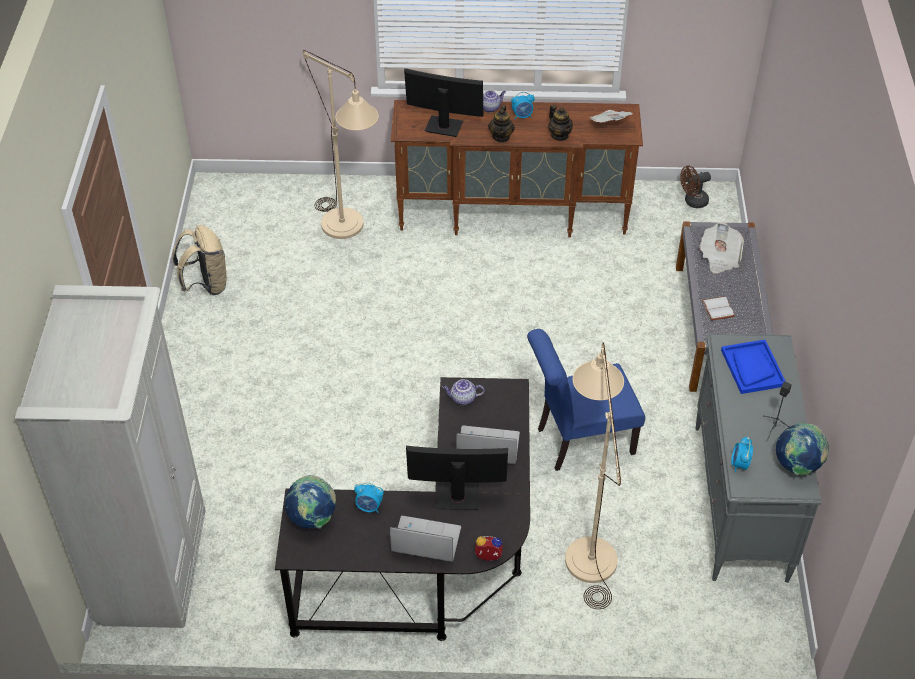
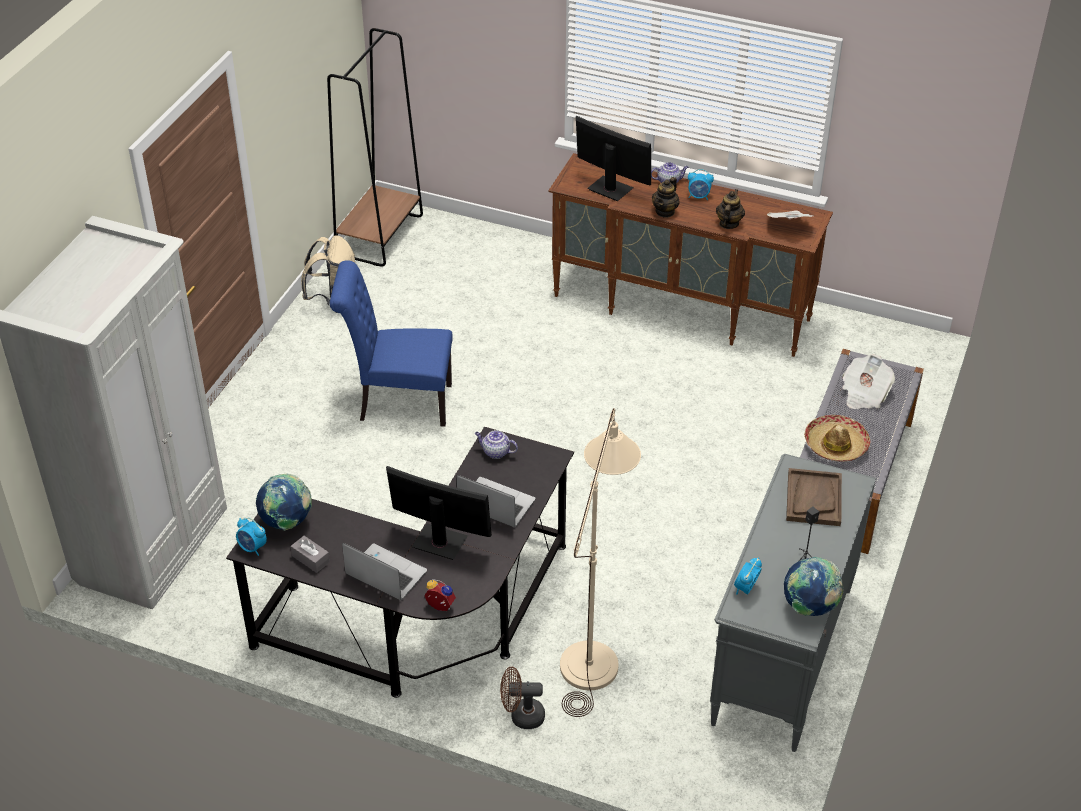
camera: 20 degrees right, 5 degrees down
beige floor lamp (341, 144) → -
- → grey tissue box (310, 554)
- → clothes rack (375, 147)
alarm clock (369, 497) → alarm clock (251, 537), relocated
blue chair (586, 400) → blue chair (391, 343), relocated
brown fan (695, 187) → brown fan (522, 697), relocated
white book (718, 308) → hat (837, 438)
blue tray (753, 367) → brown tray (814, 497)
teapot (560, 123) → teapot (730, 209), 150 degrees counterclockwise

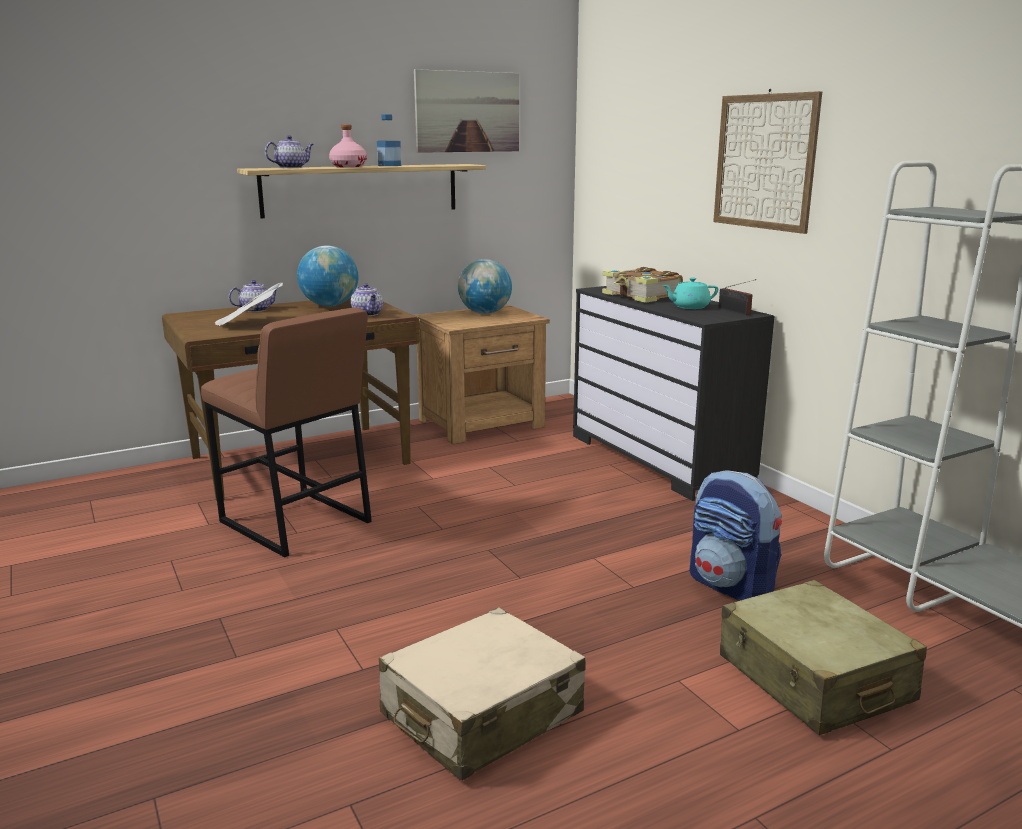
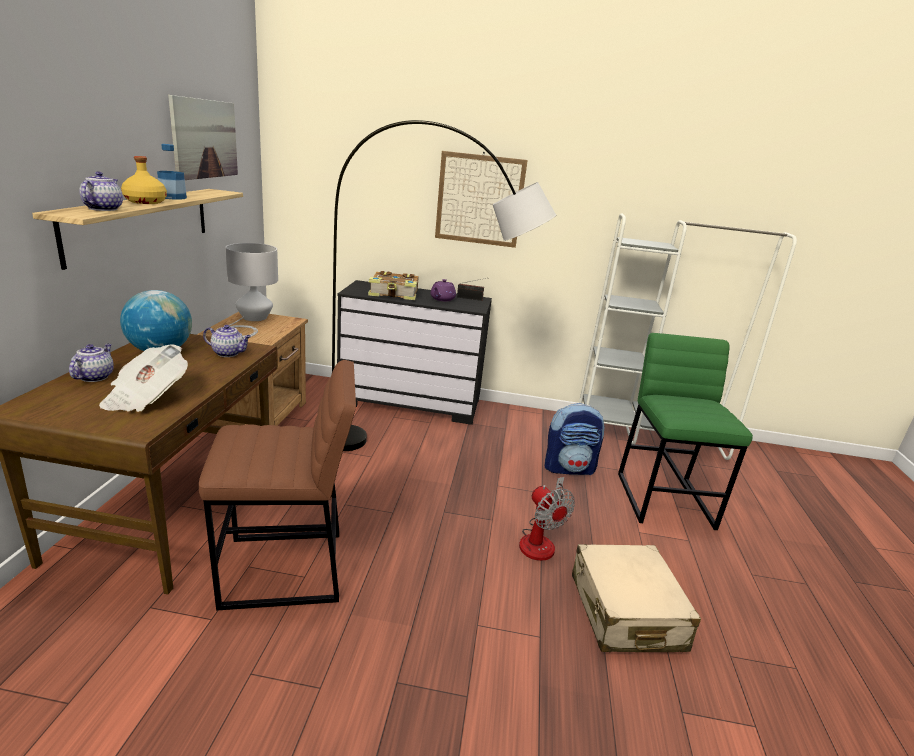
camera: 55 degrees left, 5 degrees up
- → grey floor lamp (444, 285)
- → fan (547, 519)
globe (485, 286) → white table lamp (251, 290)
beige suitcase (823, 657) → green stool (685, 431)
pink bottle (348, 146) → yellow bottle (144, 180)
turquoise teapot (690, 293) → purple teapot (443, 290)

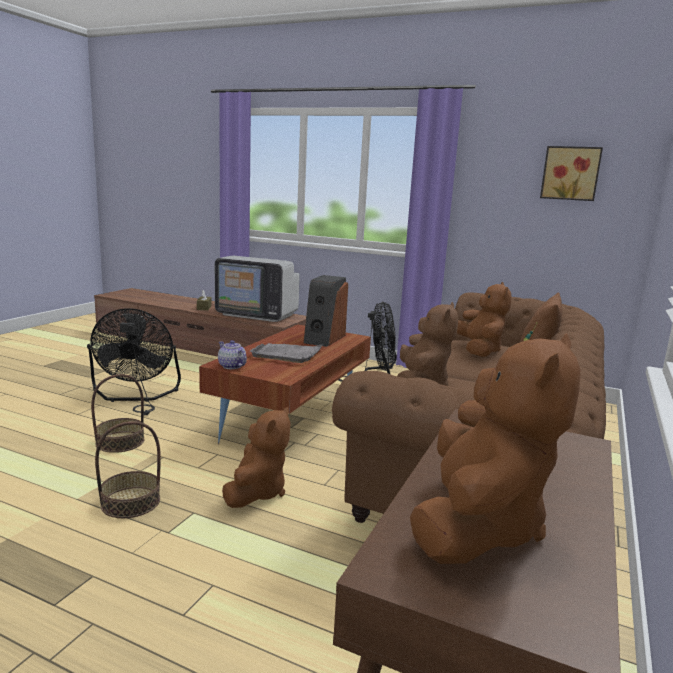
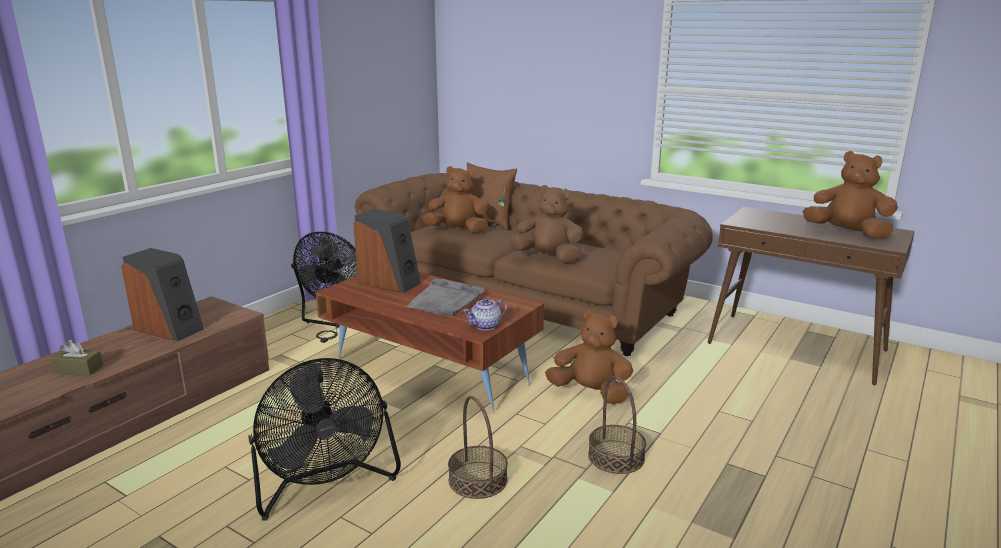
camera: 80 degrees left, 5 degrees up
picture (571, 173) → -
television (257, 289) → speaker (162, 294)
black fan (134, 361) → black fan (324, 439), 120 degrees counterclockwise

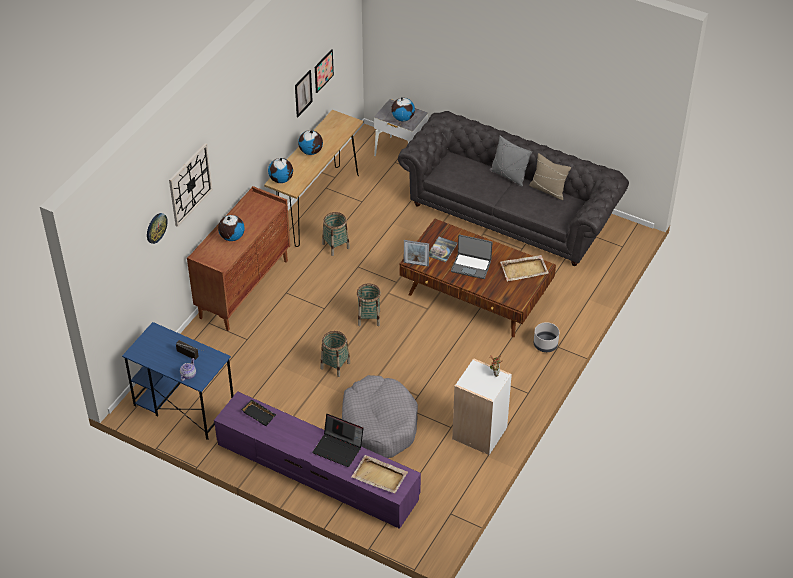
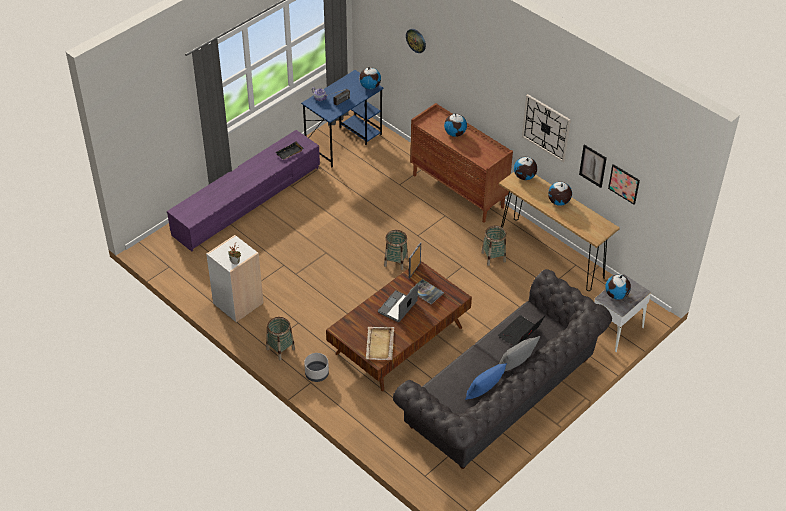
camera: 105 degrees right, 0 degrees up
grey dog bed (380, 416) → -
beige tray (379, 474) → -
- → globe (370, 78)
wall clock (191, 185) → wall clock (546, 128), relocated
laptop (337, 440) → laptop (521, 330), relocated
basket (335, 354) → basket (280, 338), relocated
beige pillow (550, 176) → blue pillow (486, 381)

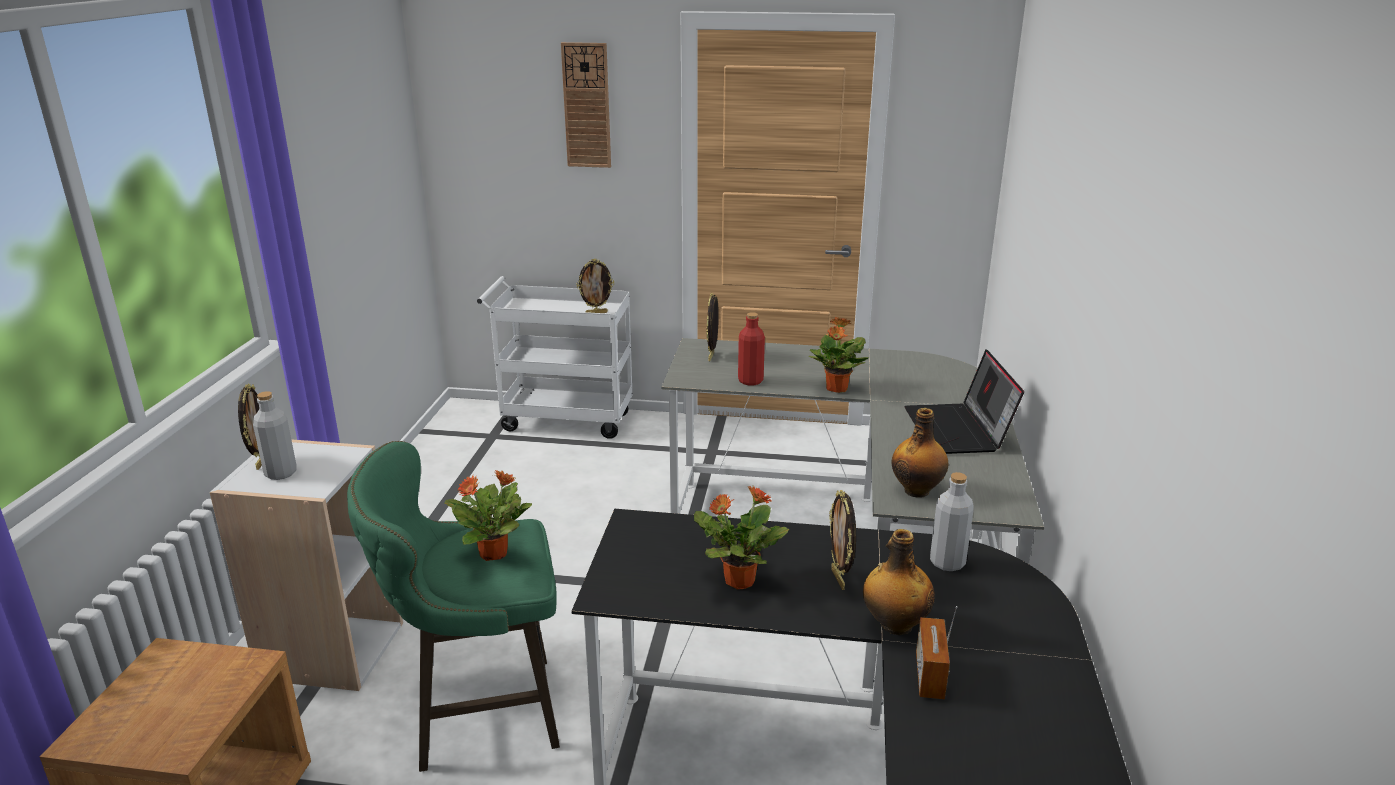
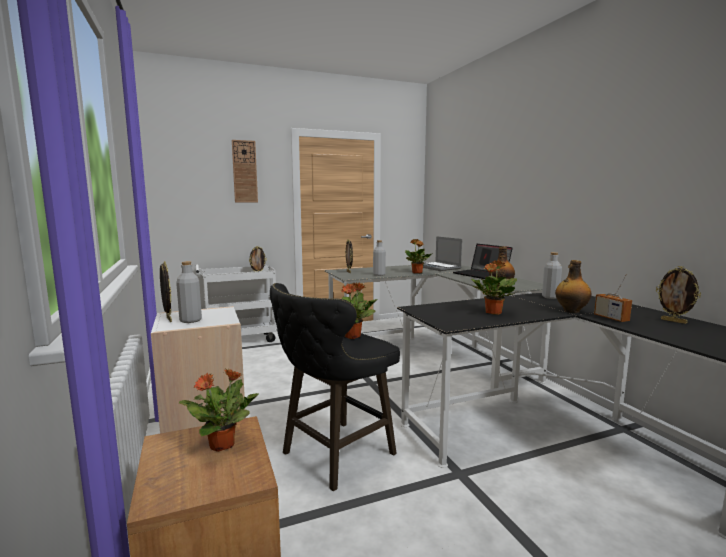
camera: 30 degrees left, 15 degrees down
- → potted plant (218, 410)
- → laptop (442, 253)
picture frame (842, 540) → picture frame (678, 295), relocated
green stool (453, 606) → black stool (335, 387)
red bottle (751, 349) → grey bottle (379, 258)

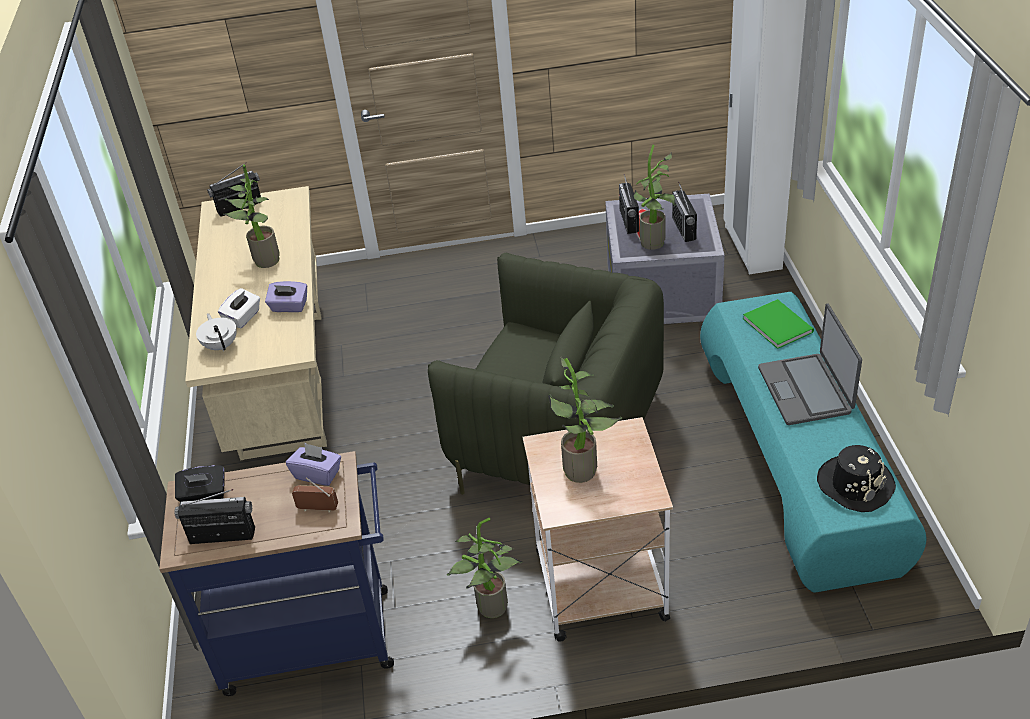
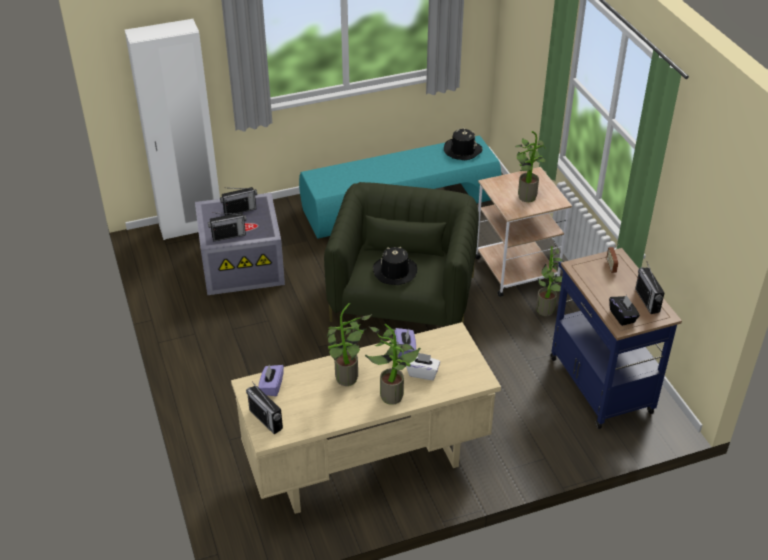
camera: 105 degrees left, 0 degrees up
white teapot (216, 332) → -
green book (778, 324) → -
laptop (810, 364) → -
- → black hat (395, 265)
purple tissue box (313, 464) → purple tissue box (271, 380), relocated
potted plant (655, 197) → potted plant (393, 364), relocated

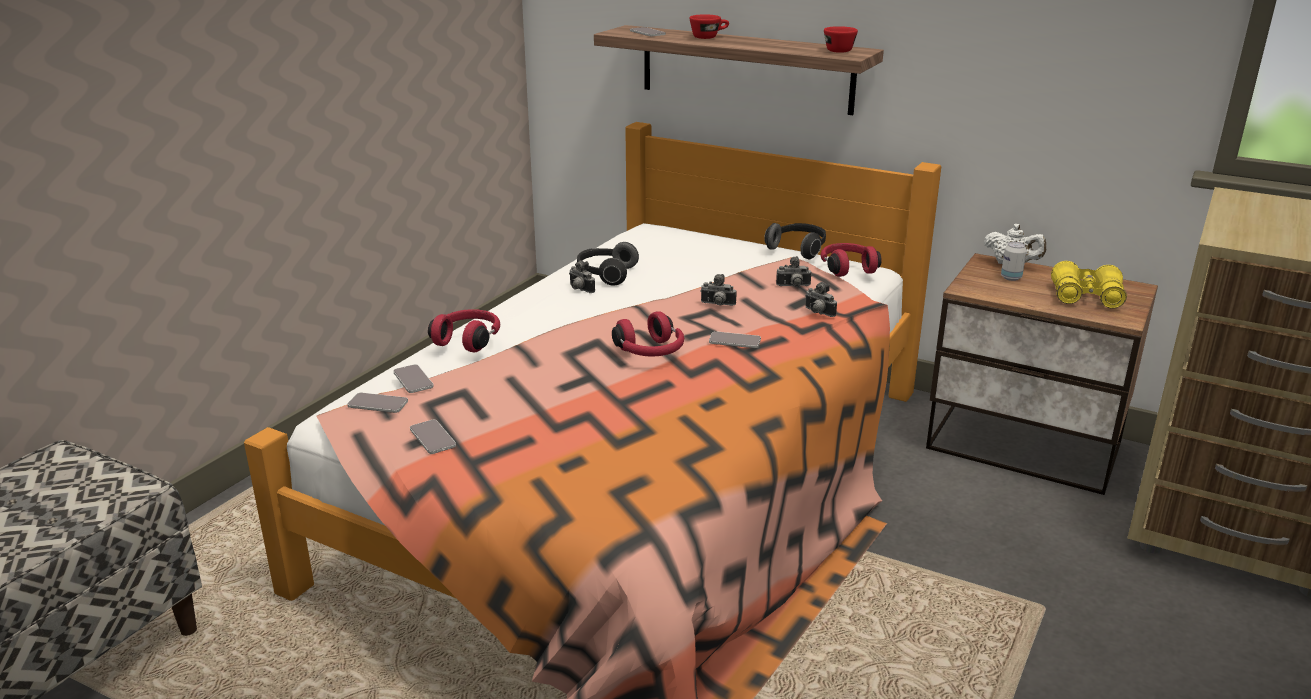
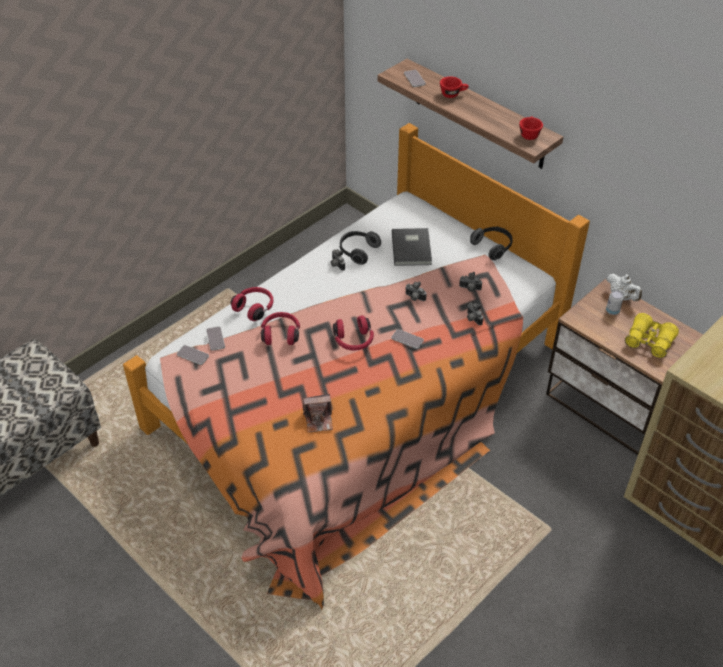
camera: 15 degrees right, 20 degrees up
phone (433, 437) → -
- → photo camera (318, 413)
- → grey book (412, 247)
red headphones (851, 260) → red headphones (280, 328), relocated

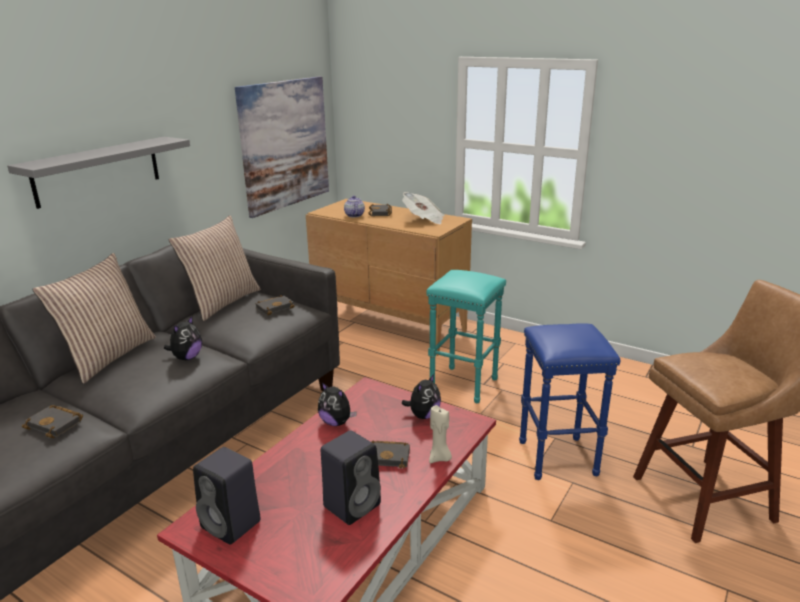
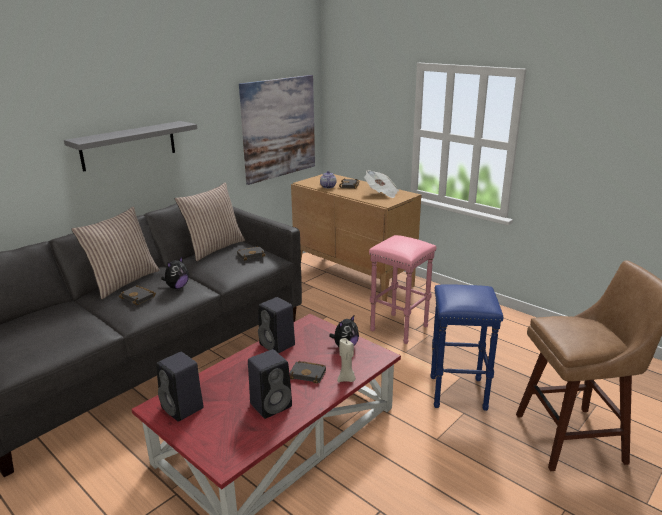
camera: 10 degrees right, 0 degrees up
black book (52, 421) → black book (137, 295), relocated
plush toy (337, 404) → black speaker (276, 325)
turquoise stool (466, 336) → pink stool (403, 289)

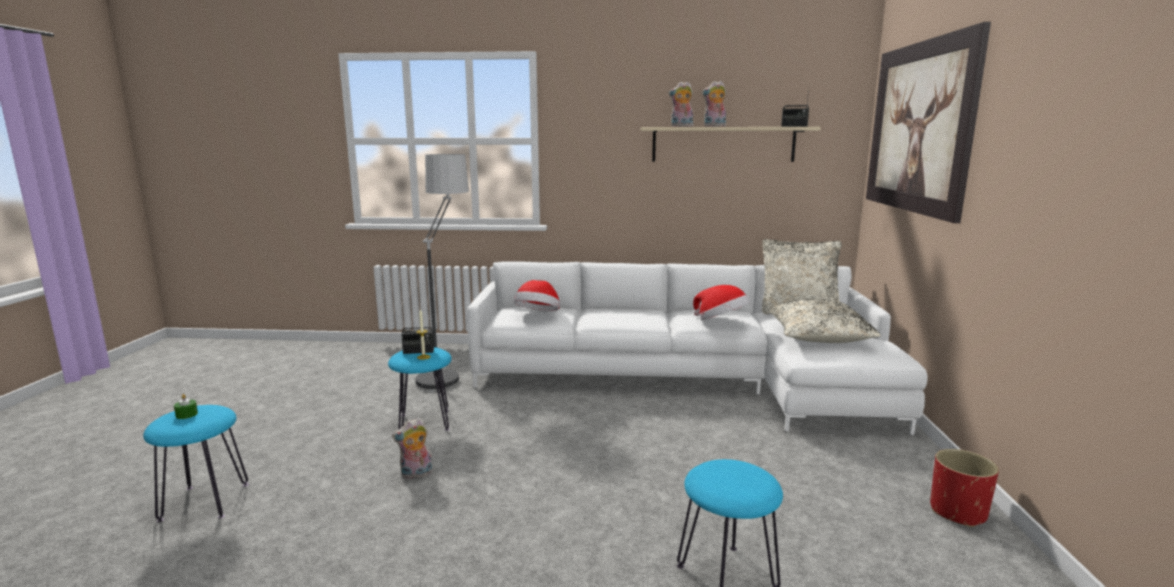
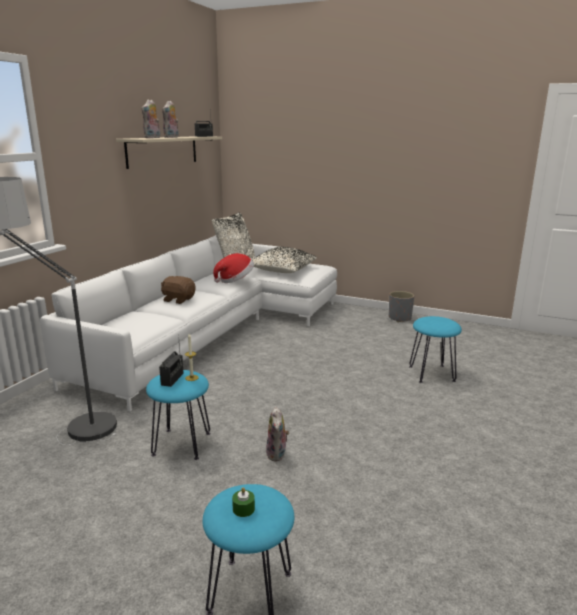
camera: 70 degrees left, 5 degrees up
hat (537, 295) → -
picture (928, 122) → -
- → brown plush toy (178, 290)
red planter (964, 488) → grey planter (401, 306)

